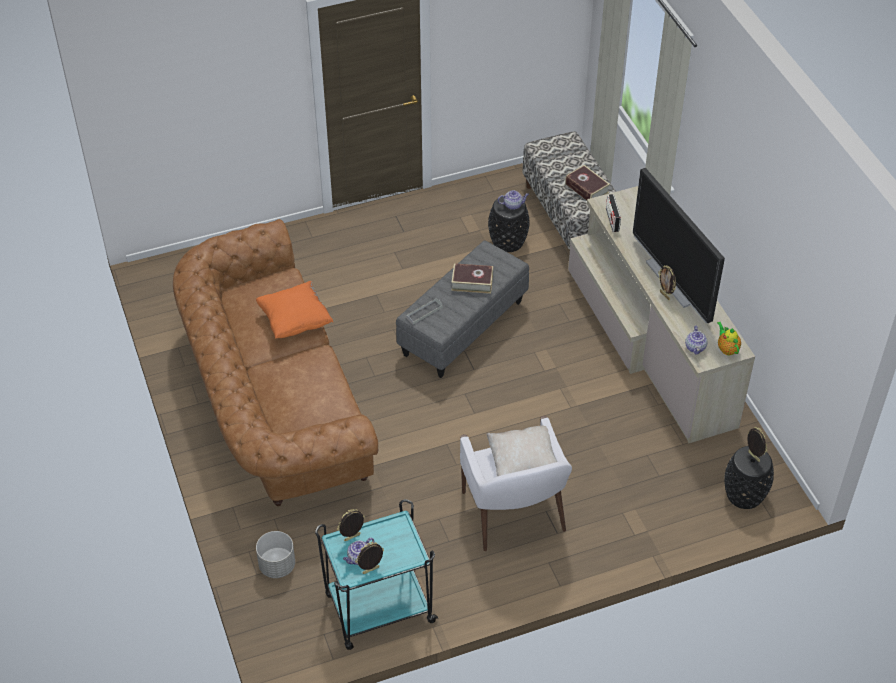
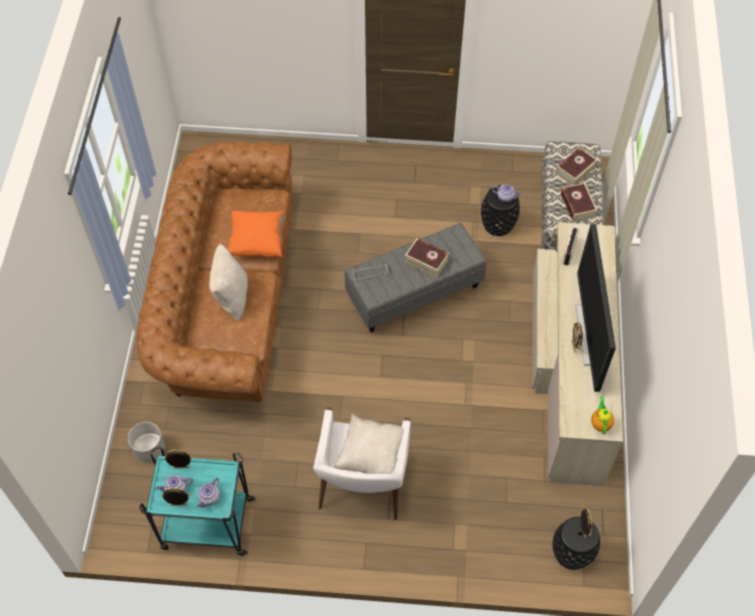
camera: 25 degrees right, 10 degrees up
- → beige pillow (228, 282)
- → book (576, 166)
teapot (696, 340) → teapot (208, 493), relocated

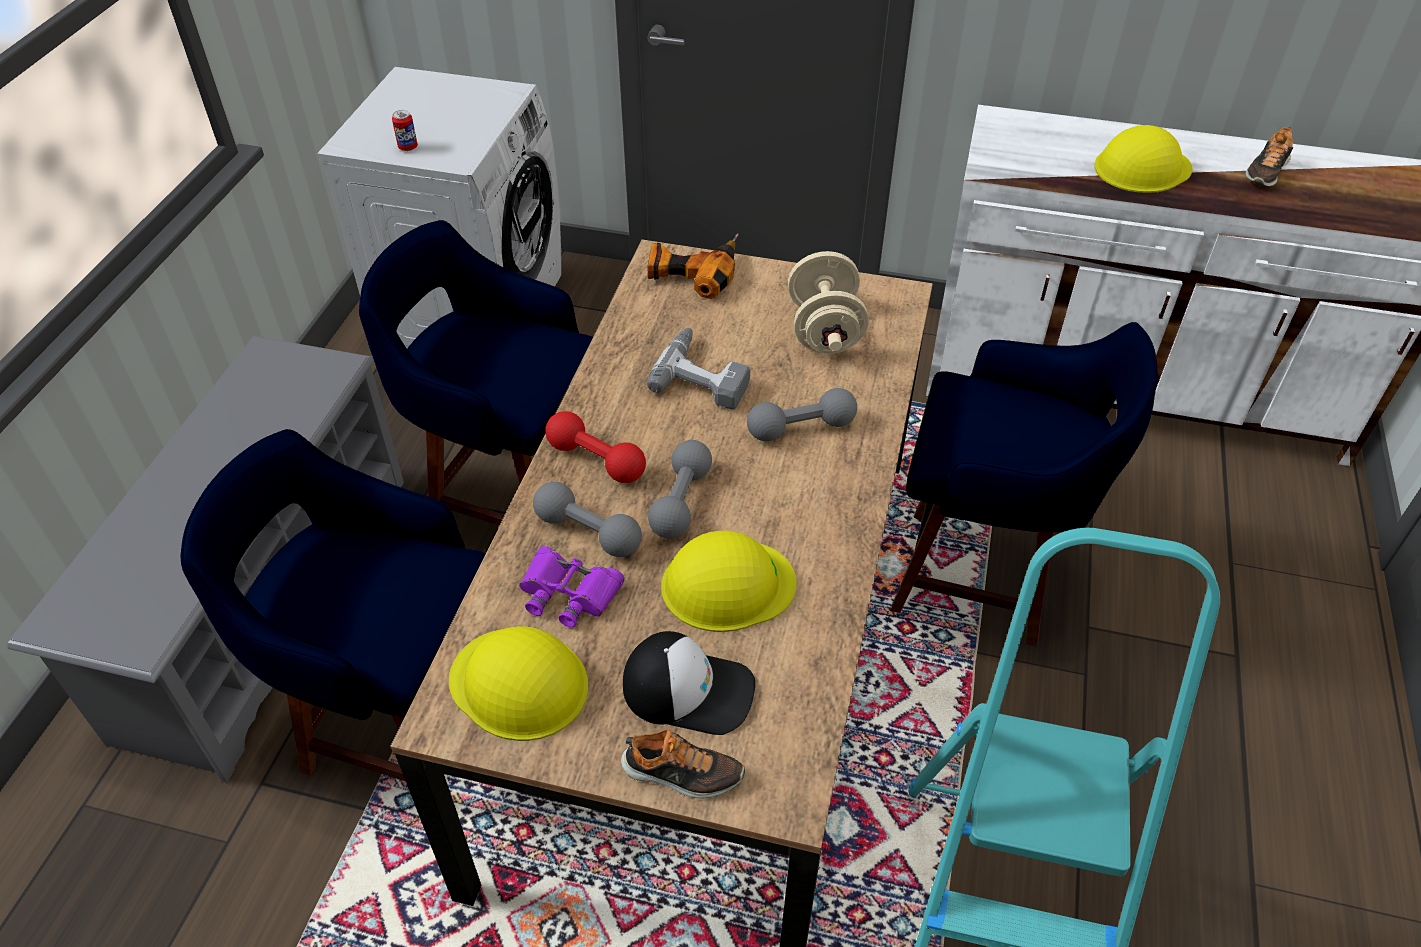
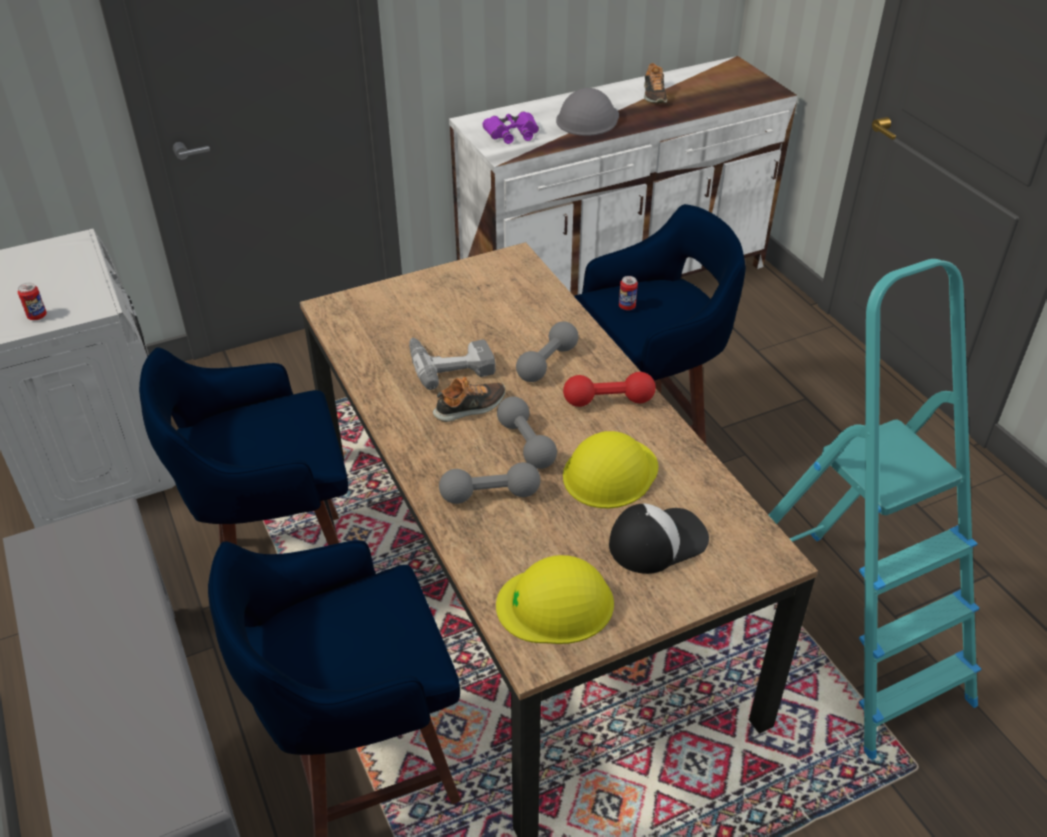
camera: 40 degrees left, 5 degrees down
power drill (693, 266) → -
beige dumbbell (828, 302) → -
- → can (628, 293)
purple binoculars (572, 587) → purple binoculars (510, 127), relocated
red dumbbell (595, 447) → red dumbbell (609, 389), relocated
shoe (683, 763) → shoe (469, 399), relocated
yellow hard hat (1143, 159) → grey hard hat (587, 112)

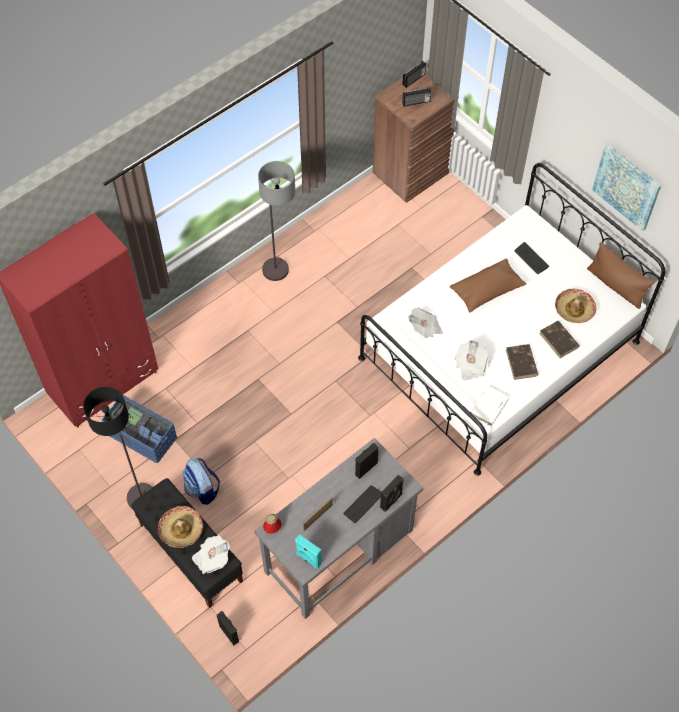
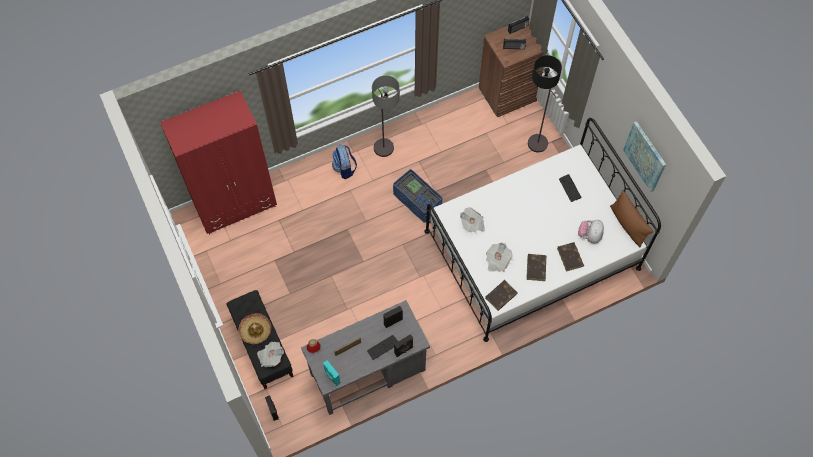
camera: 15 degrees right, 5 degrees up
brown pillow (488, 286) → -
black floor lamp (118, 448) → black floor lamp (545, 103), relocated
blue storage box (139, 429) → blue storage box (417, 196), relocated
backpack (201, 481) → backpack (344, 162), relocated
hat (576, 306) → plush toy (591, 231)
white book (490, 406) → brown book (501, 295)

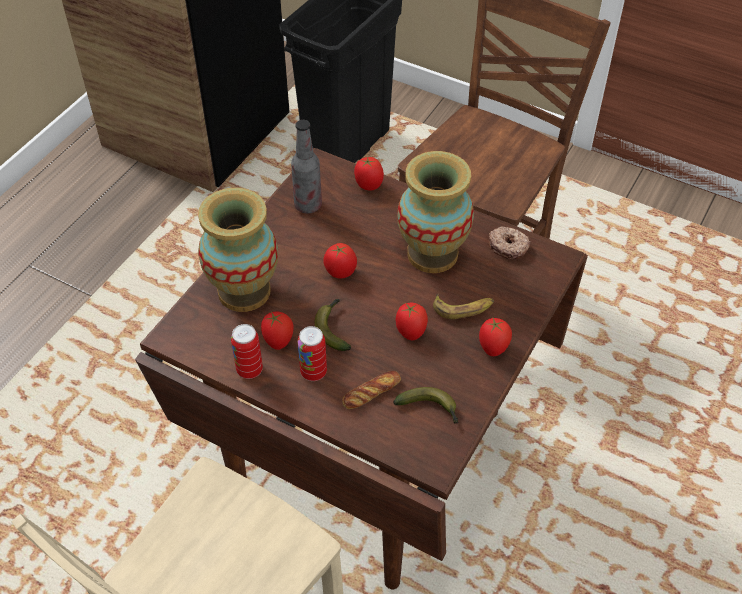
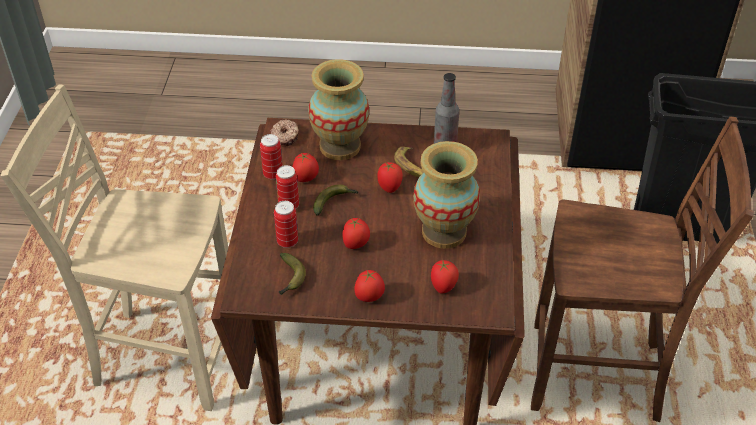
camera: 65 degrees right, 5 degrees down
tomato (369, 174) → tomato (445, 277), relocated
banana (463, 306) → banana (409, 162), relocated
donut (510, 243) → donut (285, 133), relocated
bread (371, 390) → can (286, 224)

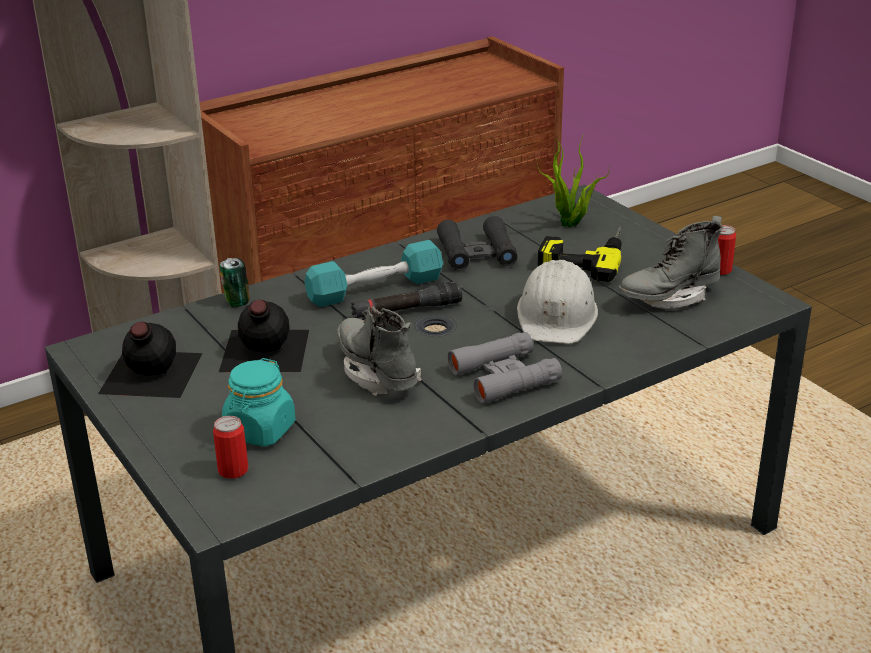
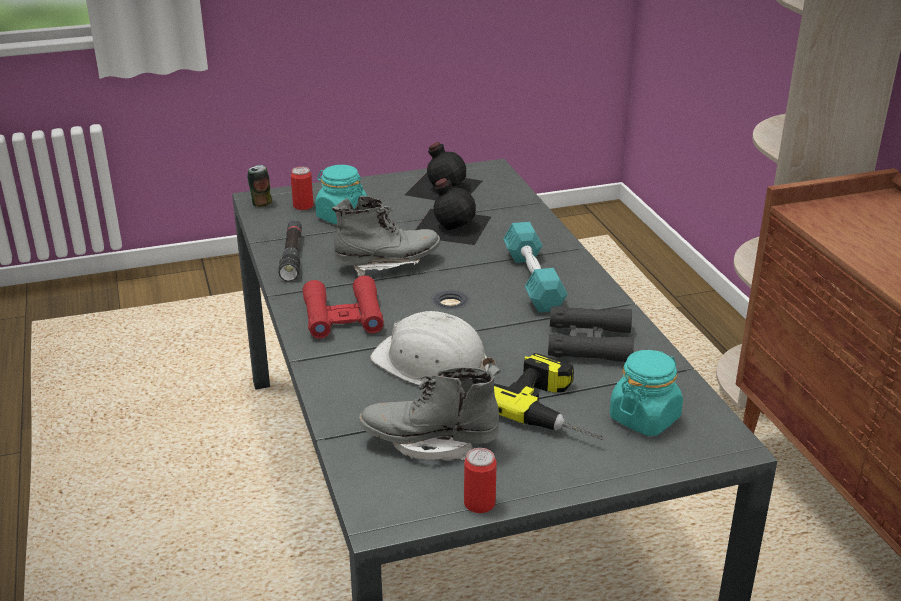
camera: 105 degrees right, 0 degrees up
can (234, 282) → can (259, 186), relocated
black flashlight (406, 299) → black flashlight (290, 251), relocated
potted plant (573, 182) → turquoise jar (646, 393)
grey binoculars (504, 368) → red binoculars (343, 307)
grey boot (670, 262) → grey boot (430, 413), 75 degrees counterclockwise

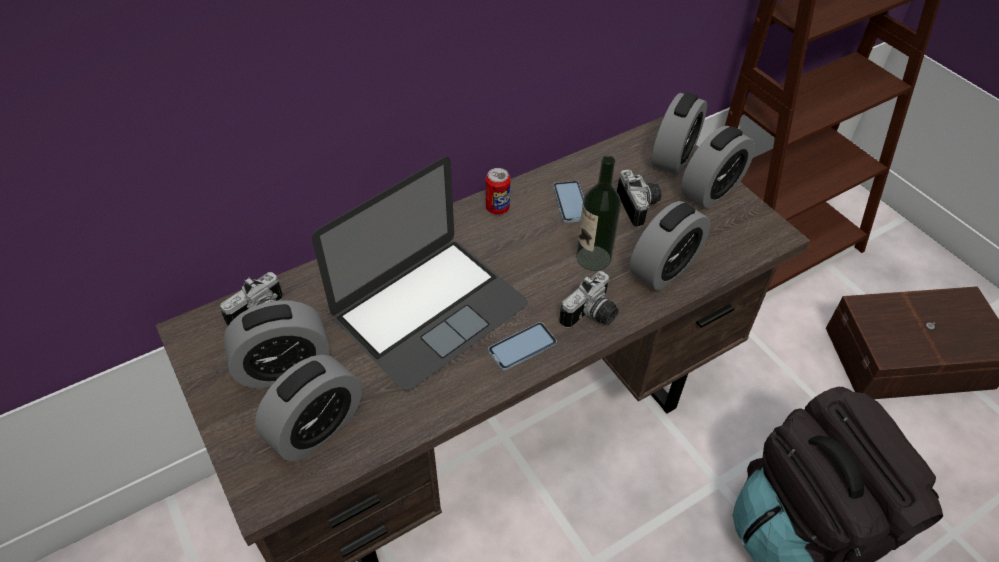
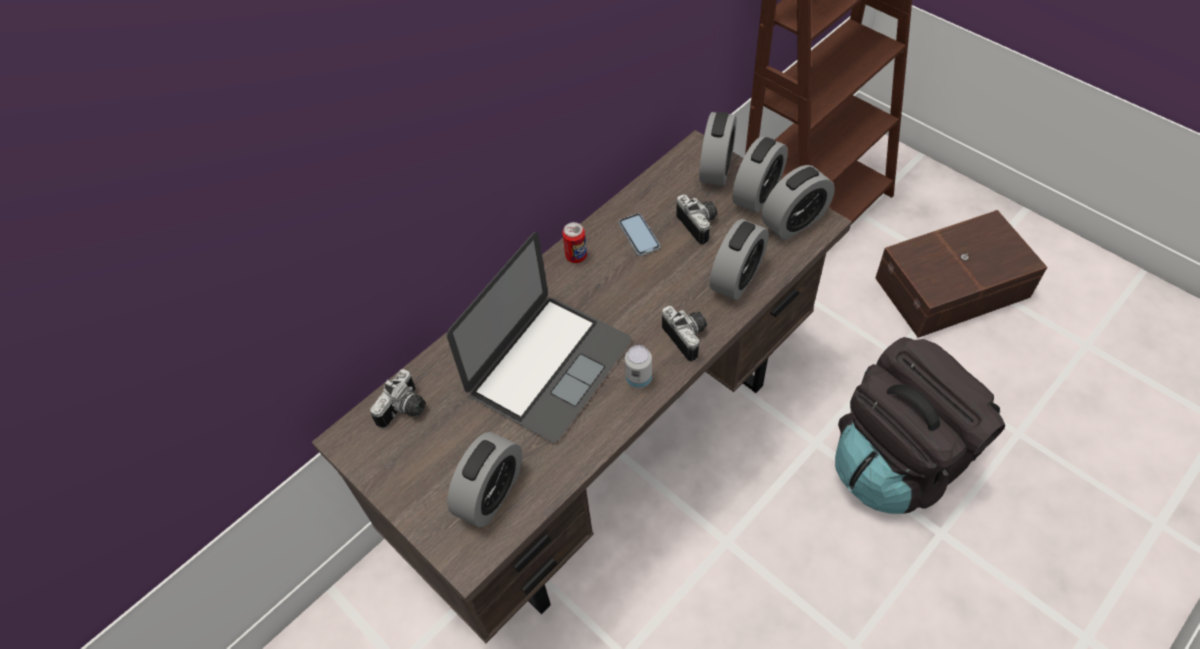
camera: 10 degrees left, 5 degrees up
bottle (598, 213) → -
alarm clock (276, 345) → alarm clock (798, 202), relocated
phone (522, 346) → can (638, 366)
photo camera (589, 299) → photo camera (684, 333), 60 degrees counterclockwise

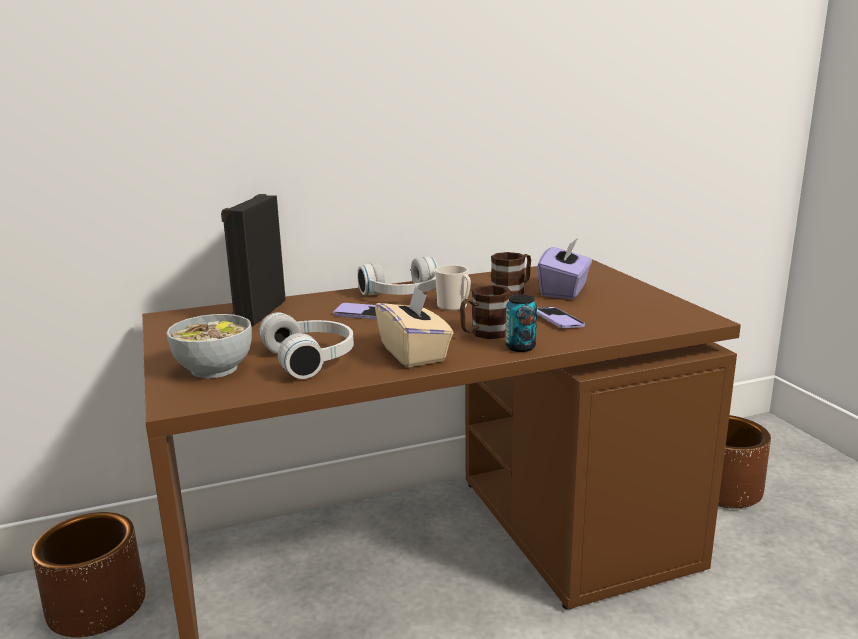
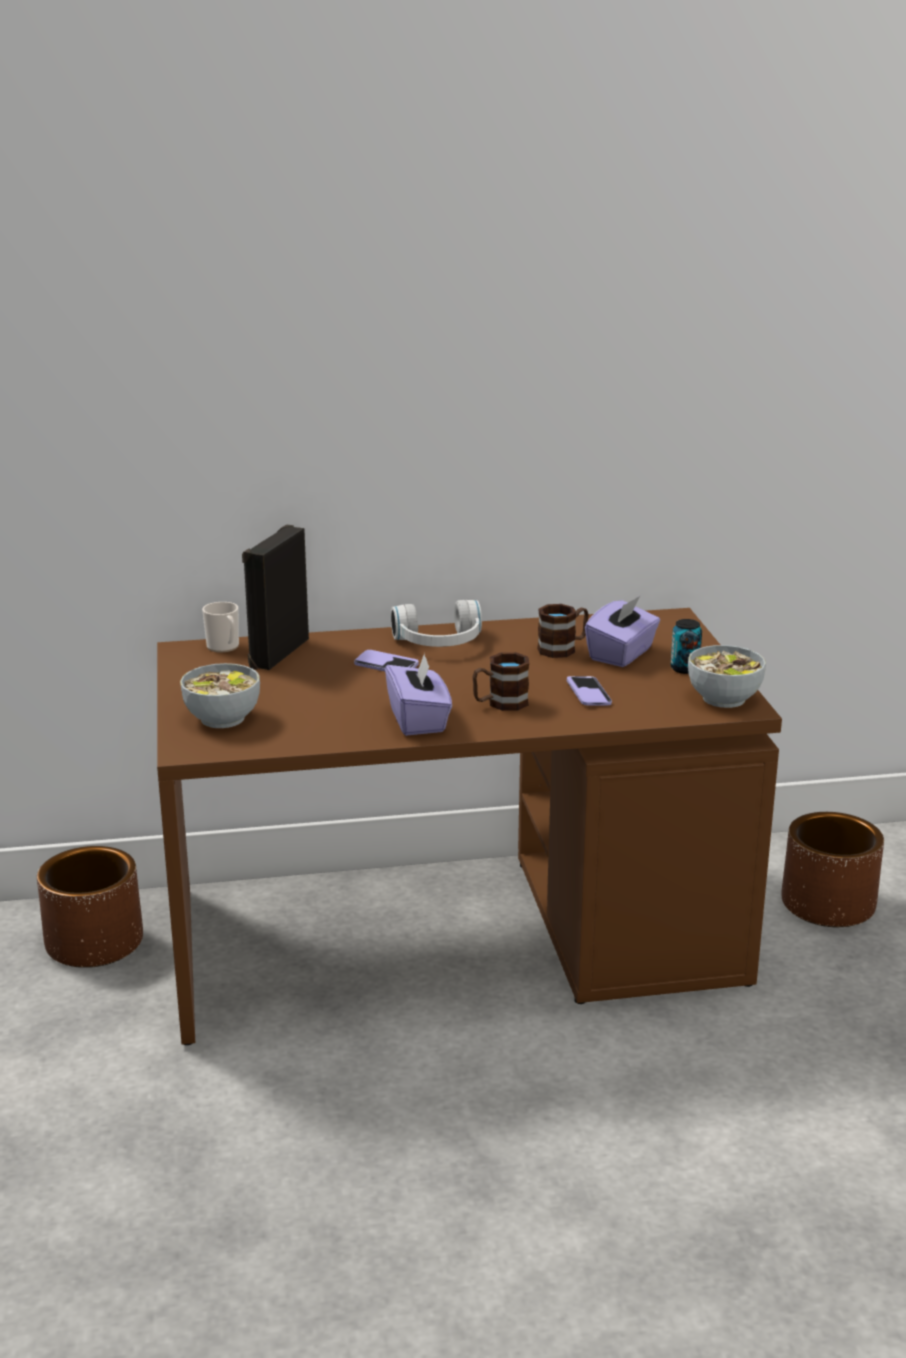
camera: 10 degrees right, 5 degrees up
white headphones (307, 345) → -
- → bowl (727, 676)
mug (453, 288) → mug (220, 627), relocated
can (521, 323) → can (686, 646), relocated
beige tissue box (414, 327) → purple tissue box (418, 694)

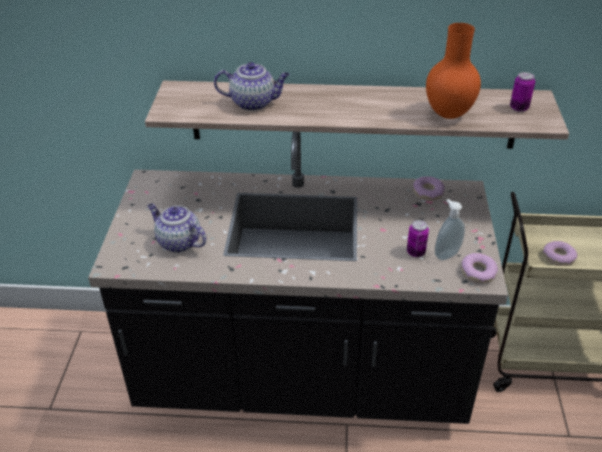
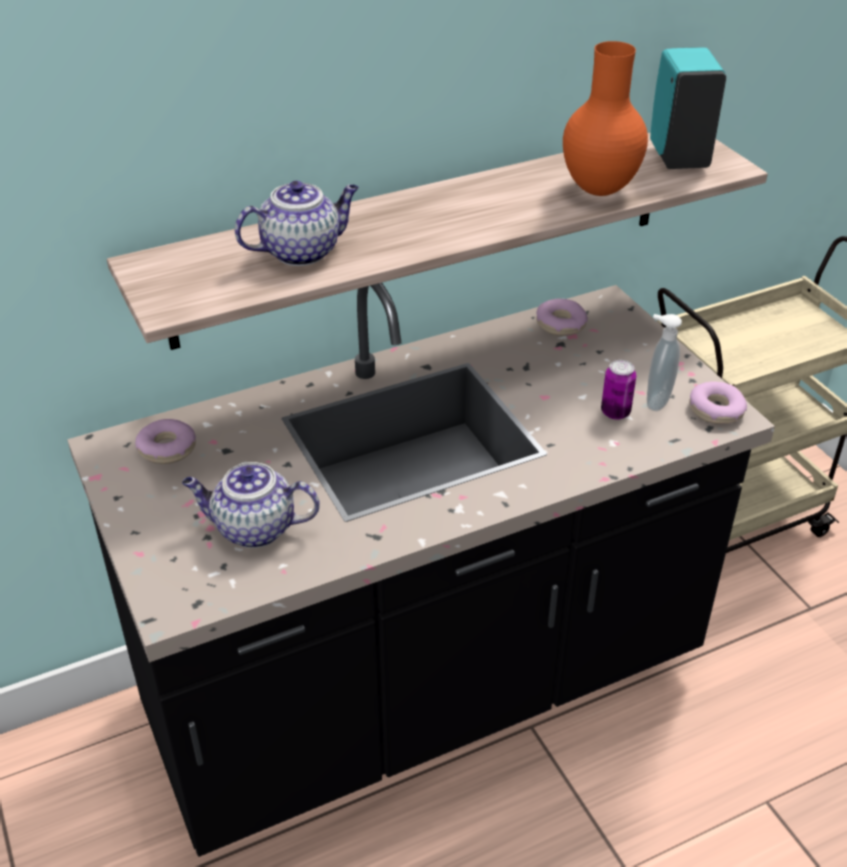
camera: 30 degrees left, 0 degrees up
donut (560, 253) → donut (165, 441), relocated
can (522, 92) → turquoise soap dispenser (688, 108)

